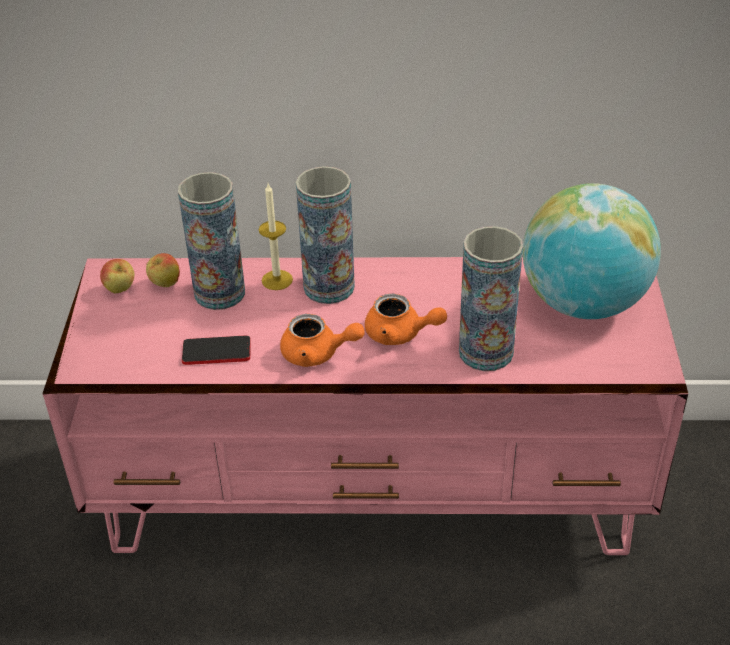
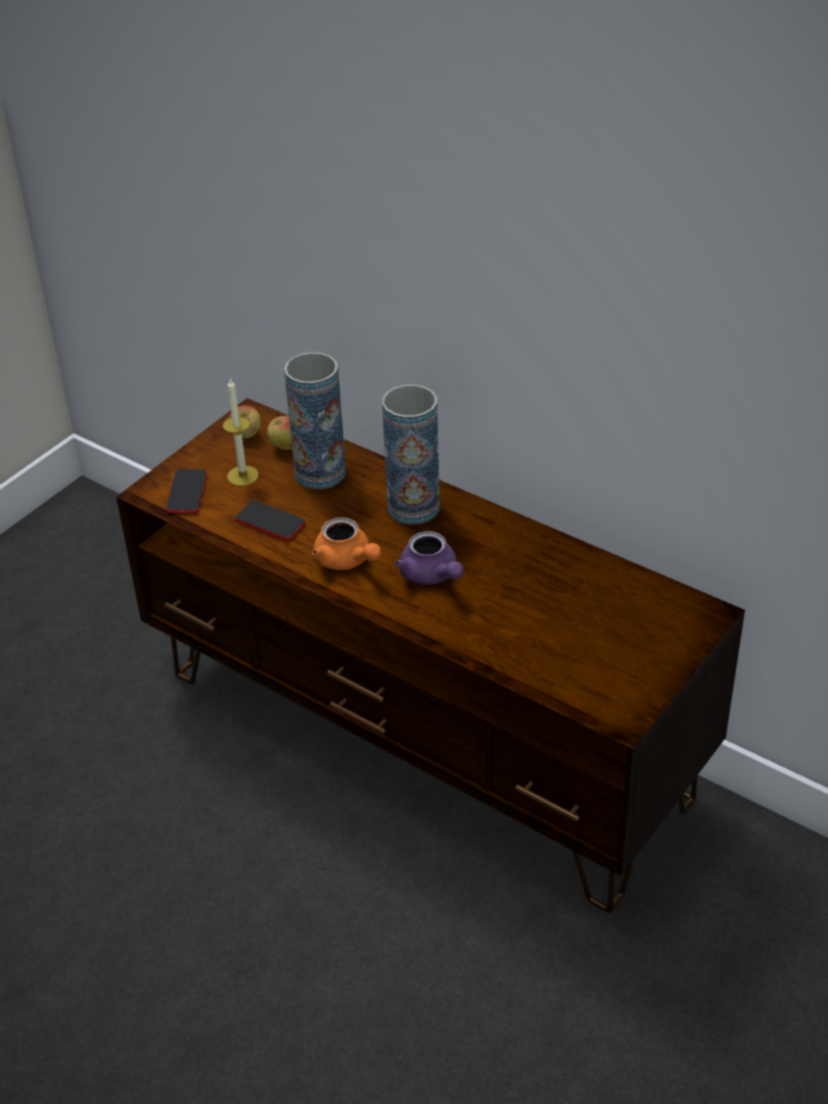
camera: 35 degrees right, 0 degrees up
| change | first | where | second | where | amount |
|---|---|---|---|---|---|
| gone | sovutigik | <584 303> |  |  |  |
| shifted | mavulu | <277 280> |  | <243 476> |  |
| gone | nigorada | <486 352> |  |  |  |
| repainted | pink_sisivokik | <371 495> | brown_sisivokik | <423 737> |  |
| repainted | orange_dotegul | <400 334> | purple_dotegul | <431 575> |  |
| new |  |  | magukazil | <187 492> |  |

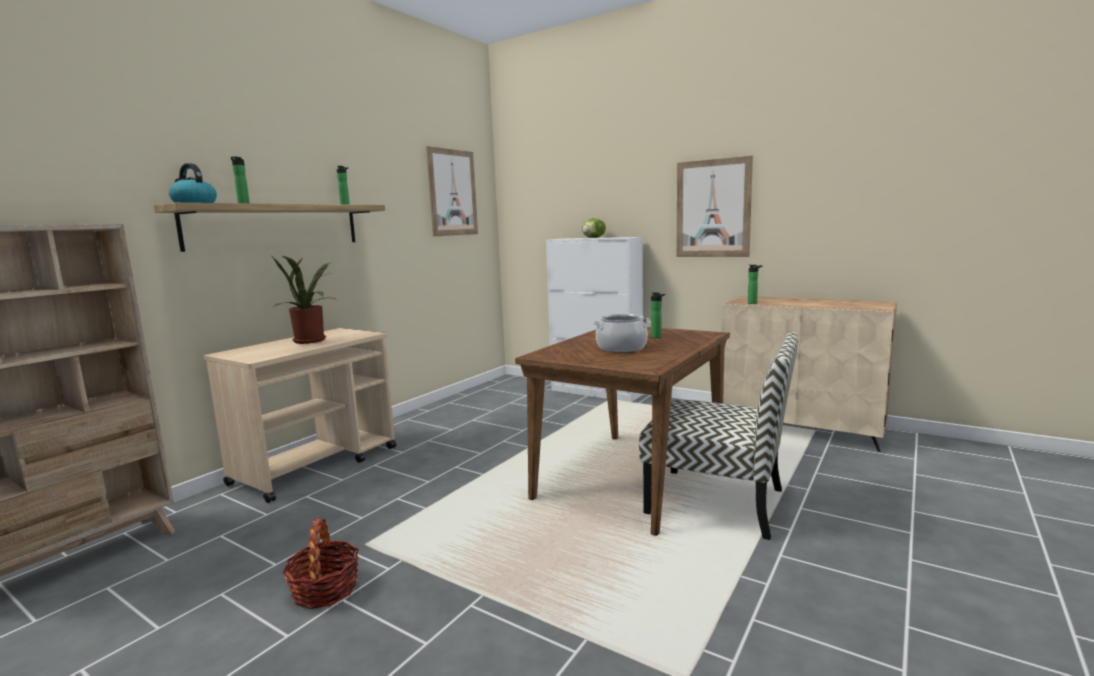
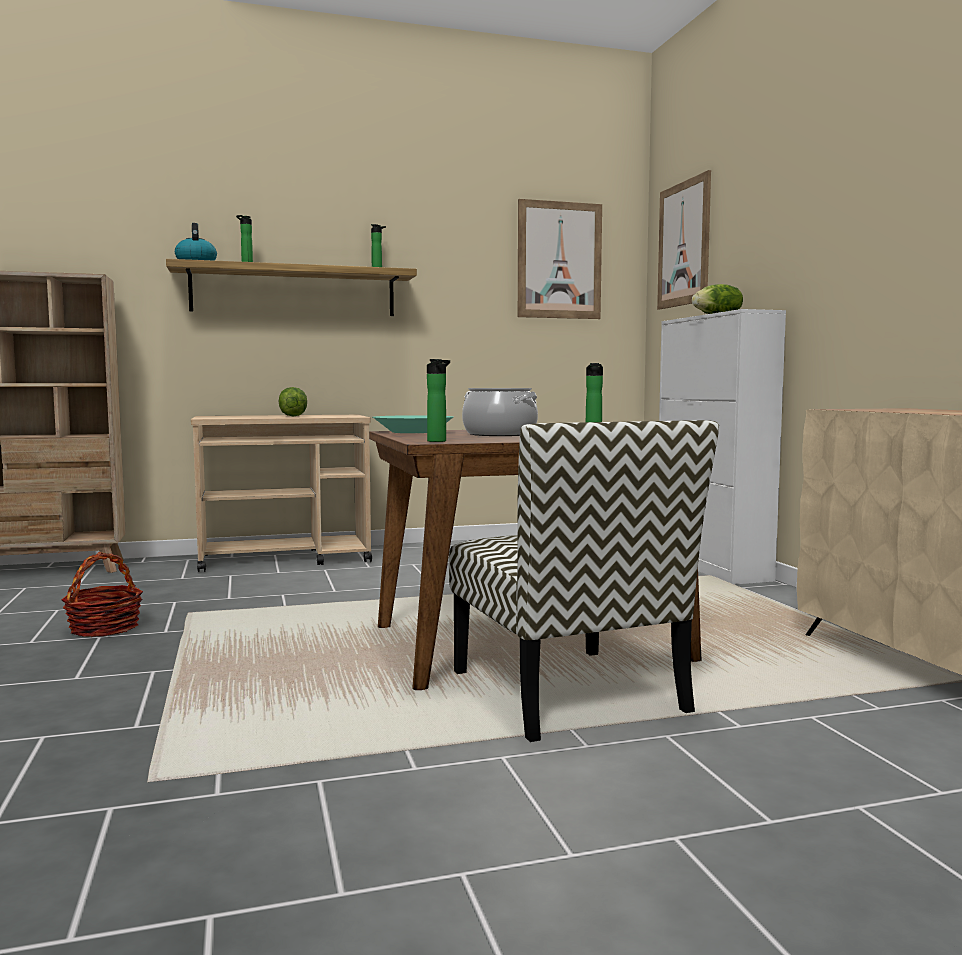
camera: 40 degrees right, 5 degrees down
| change | first | where | second | where | amount |
|---|---|---|---|---|---|
| shifted | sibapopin | <713 208> |  | <683 244> |  |
| swapped | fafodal | <312 341> | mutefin | <292 416> |  |
| shifted | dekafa | <754 303> |  | <438 441> |  |
| new |  |  | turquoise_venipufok | <413 432> |  |

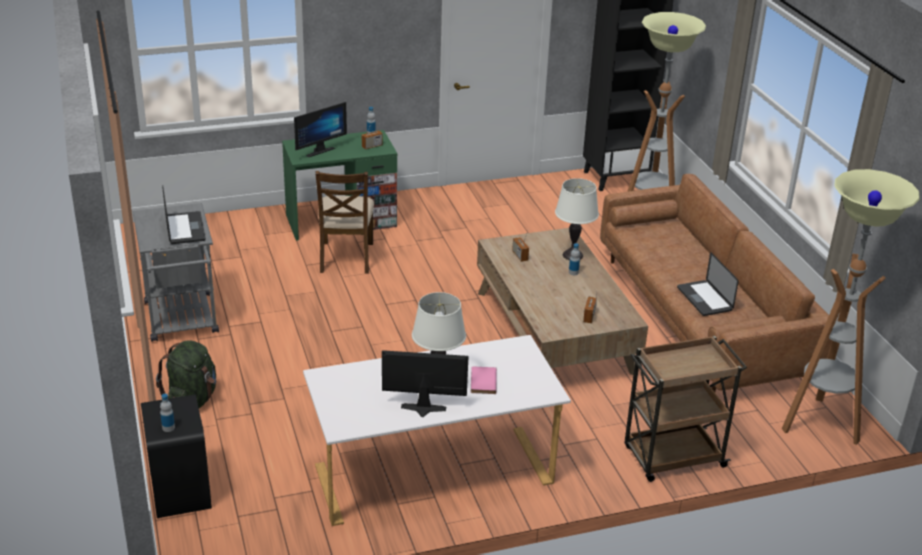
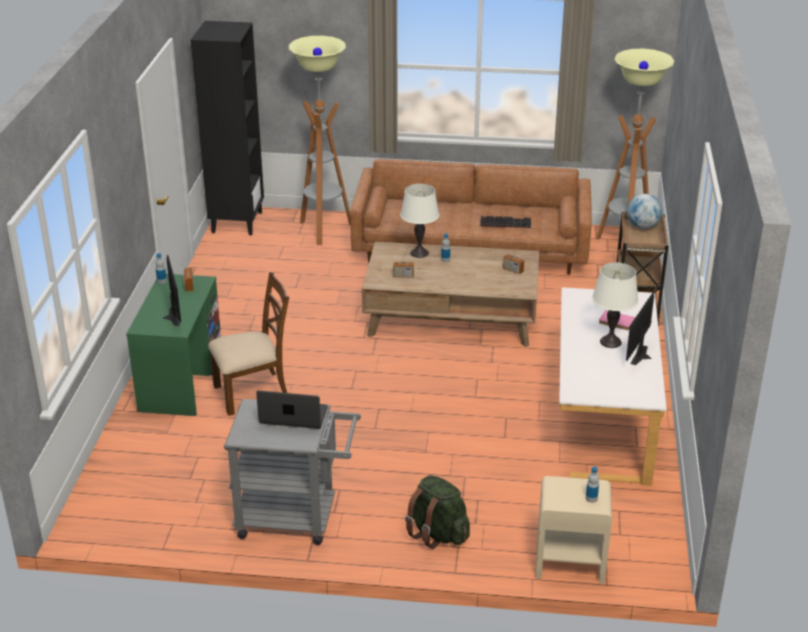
camera: 65 degrees left, 0 degrees up
| change | first | where | second | where | amount |
|---|---|---|---|---|---|
| rotated | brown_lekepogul | <345 257> |  | <253 392> | 45 degrees counterclockwise |
| swapped | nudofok | <704 299> | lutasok | <506 223> |  |
| repainted | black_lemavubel | <180 489> | beige_lemavubel | <569 562> |  |
| new |  |  | sovutigik | <642 227> |  |

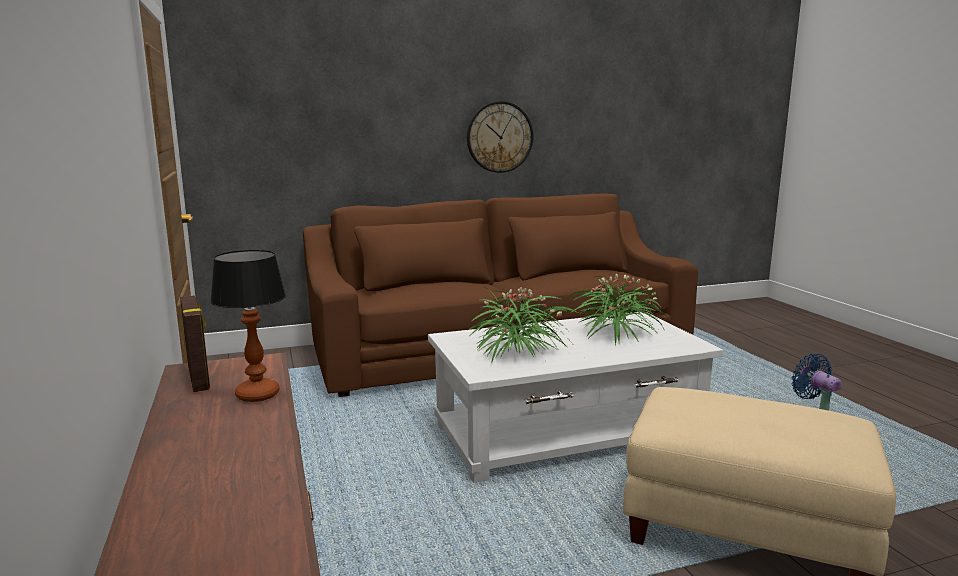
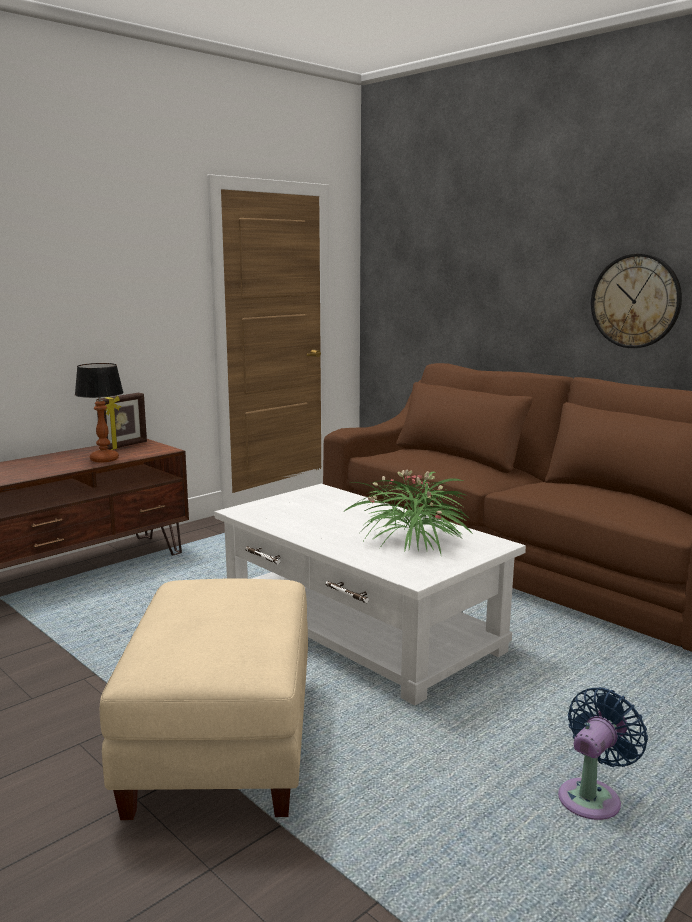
camera: 65 degrees right, 0 degrees up
| change | first | where | second | where | amount |
|---|---|---|---|---|---|
| gone | fafodal | <517 351> |  |  |  |

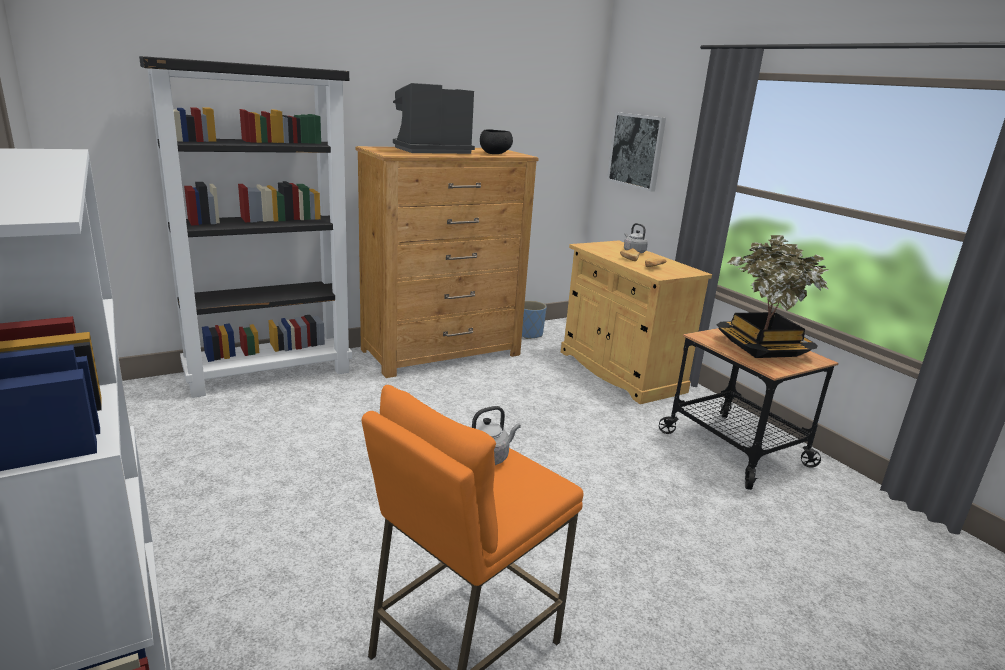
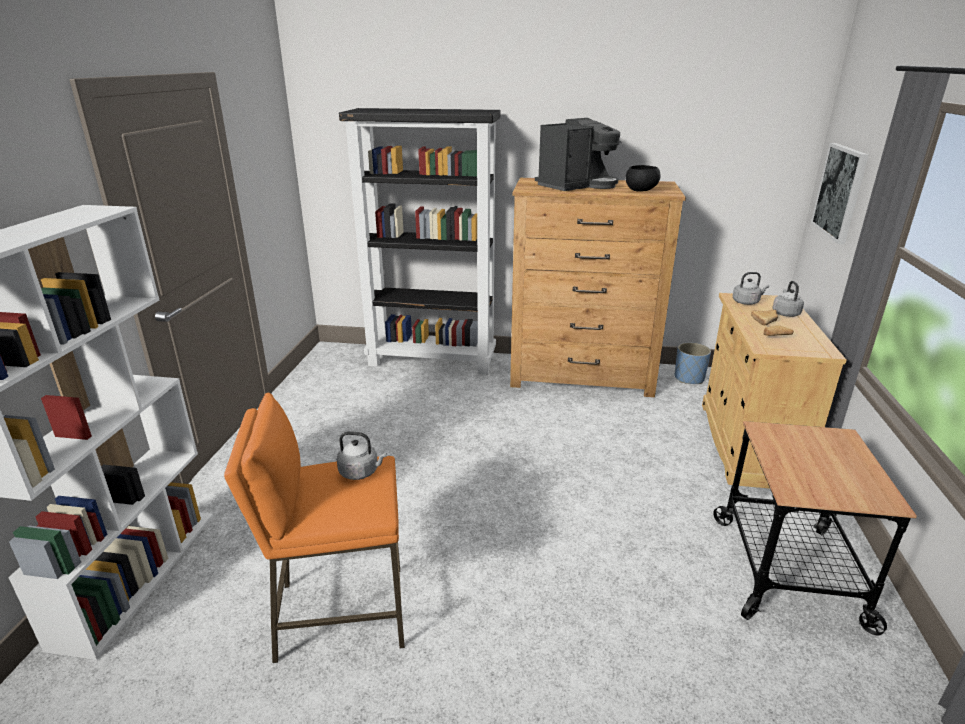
camera: 40 degrees right, 5 degrees up
| change | first | where | second | where | amount |
|---|---|---|---|---|---|
| rotated | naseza | <430 151> |  | <577 185> | 135 degrees clockwise |
| gone | fafodal | <761 348> |  |  |  |
| new |  |  | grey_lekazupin | <746 302> |  |

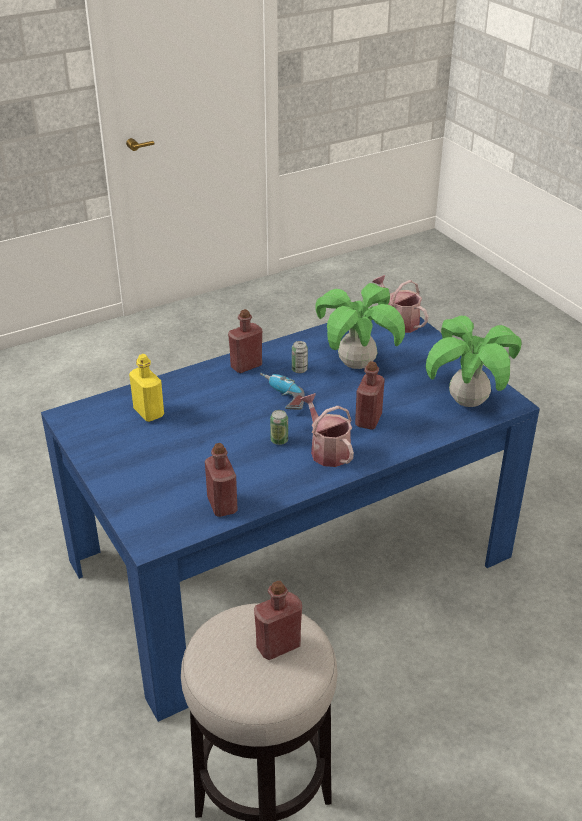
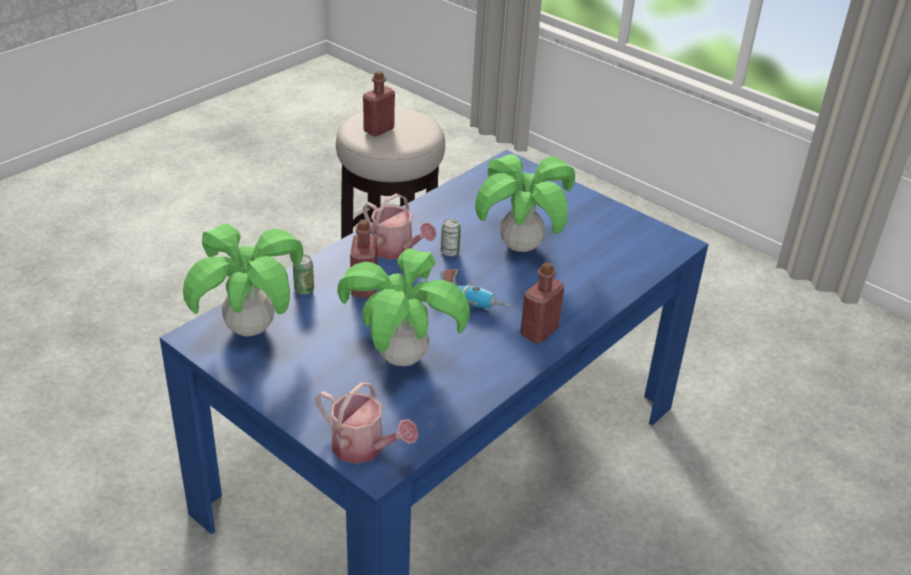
camera: 160 degrees right, 0 degrees up
| change | first | where | second | where | amount |
|---|---|---|---|---|---|
| shifted | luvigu | <299 370> |  | <304 290> |  |
| gone | yellow_dekafa | <149 412> |  |  |  |
| gone | red_dekafa | <222 505> |  |  |  |
| new |  |  | fafodal | <520 246> |  |

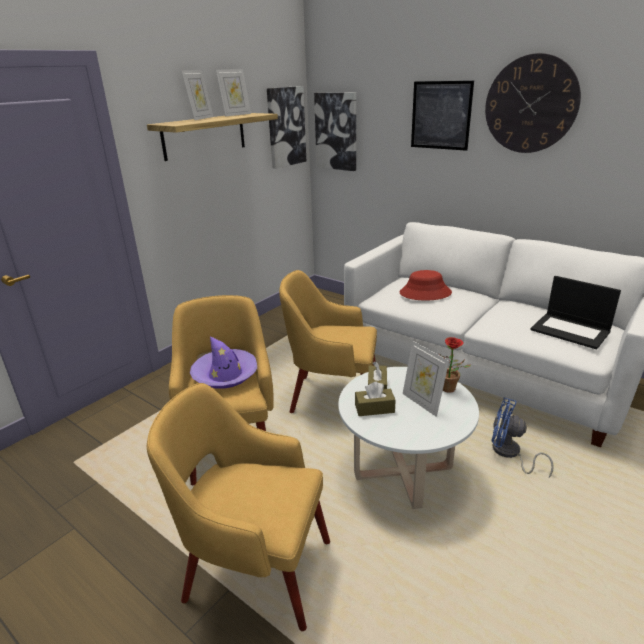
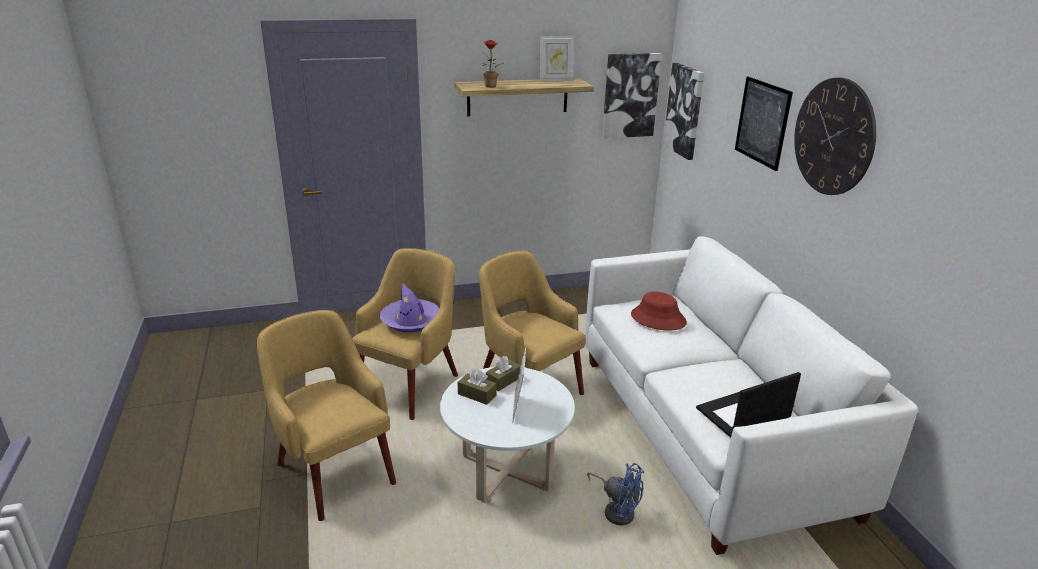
camera: 35 degrees right, 0 degrees up
| change | first | where | second | where | amount |
|---|---|---|---|---|---|
| gone | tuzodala | <201 118> |  |  |  |
| rotated | nudofok | <571 331> |  | <742 414> | 75 degrees clockwise |
| shifted | fafodal | <451 389> |  | <491 87> |  |
| rotated | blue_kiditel | <509 454> |  | <617 510> | 150 degrees clockwise |

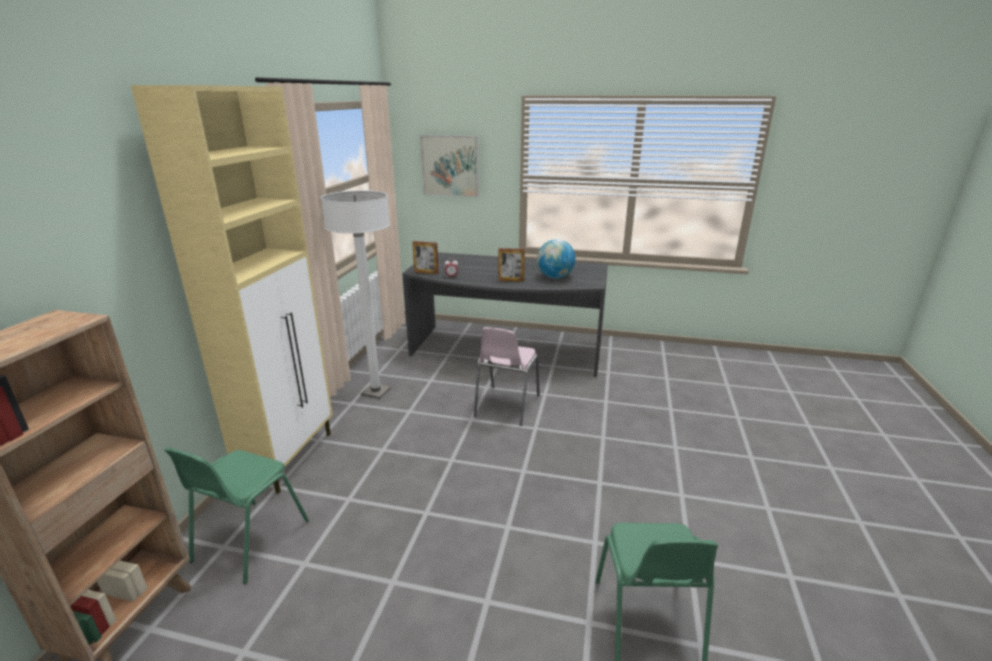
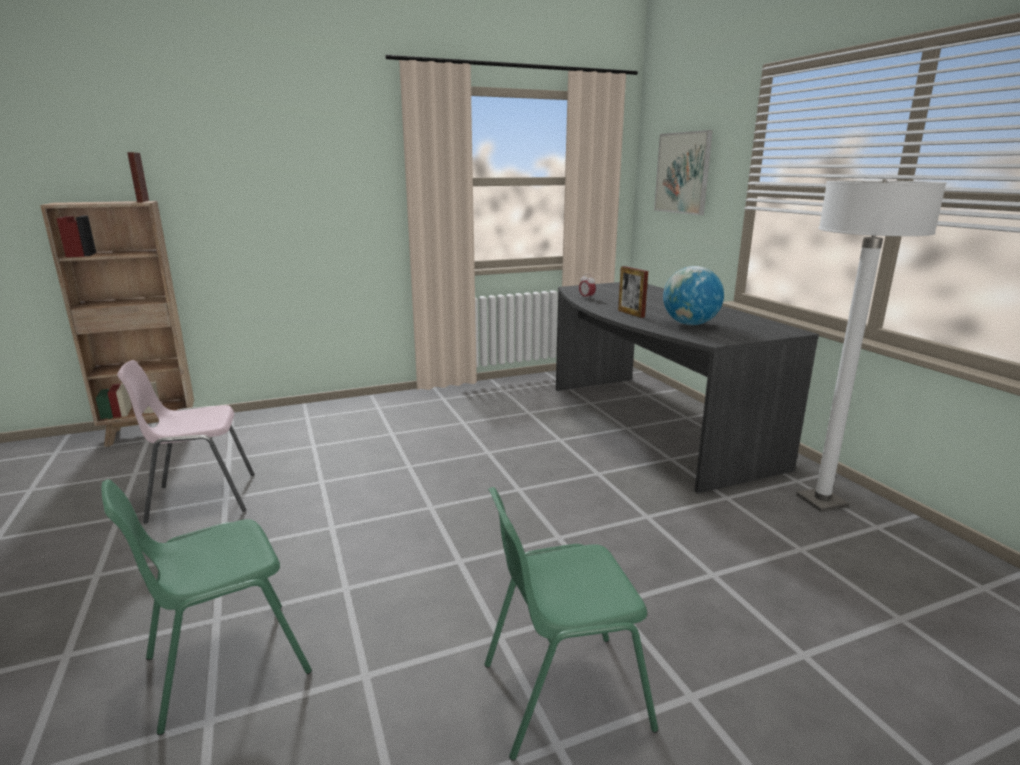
camera: 55 degrees right, 5 degrees down
| change | first | where | second | where | amount |
|---|---|---|---|---|---|
| gone | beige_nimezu | <290 457> |  |  |  |
| shifted | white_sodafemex | <376 392> |  | <821 501> |  |
| shifted | tuzodala | <426 272> |  | <143 201> |  |
| shifted | pink_lekepogul | <506 406> |  | <201 498> |  |
| shifted | green_lekepogul | <249 541> |  | <562 694> |  |

